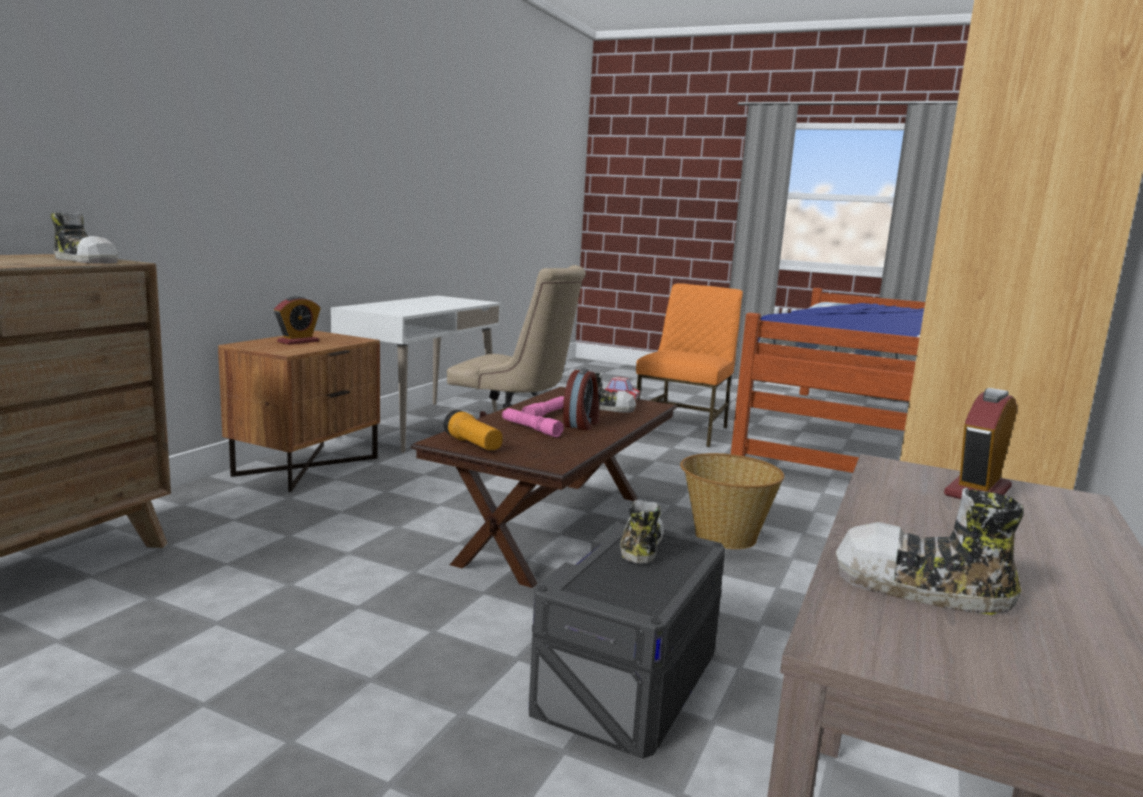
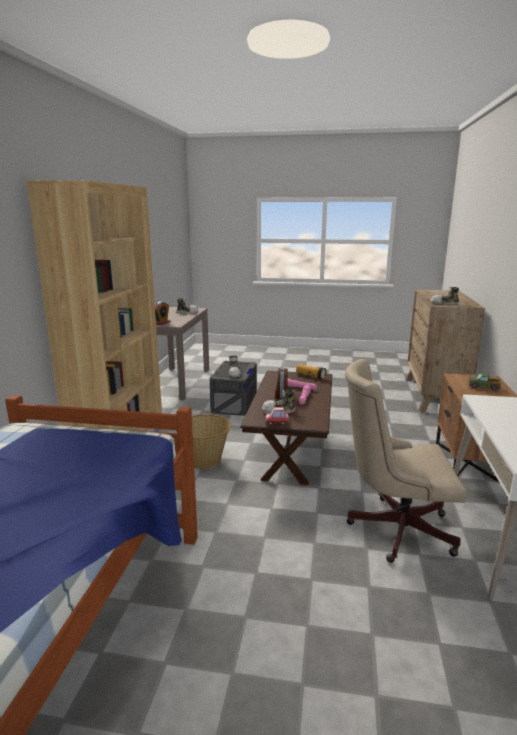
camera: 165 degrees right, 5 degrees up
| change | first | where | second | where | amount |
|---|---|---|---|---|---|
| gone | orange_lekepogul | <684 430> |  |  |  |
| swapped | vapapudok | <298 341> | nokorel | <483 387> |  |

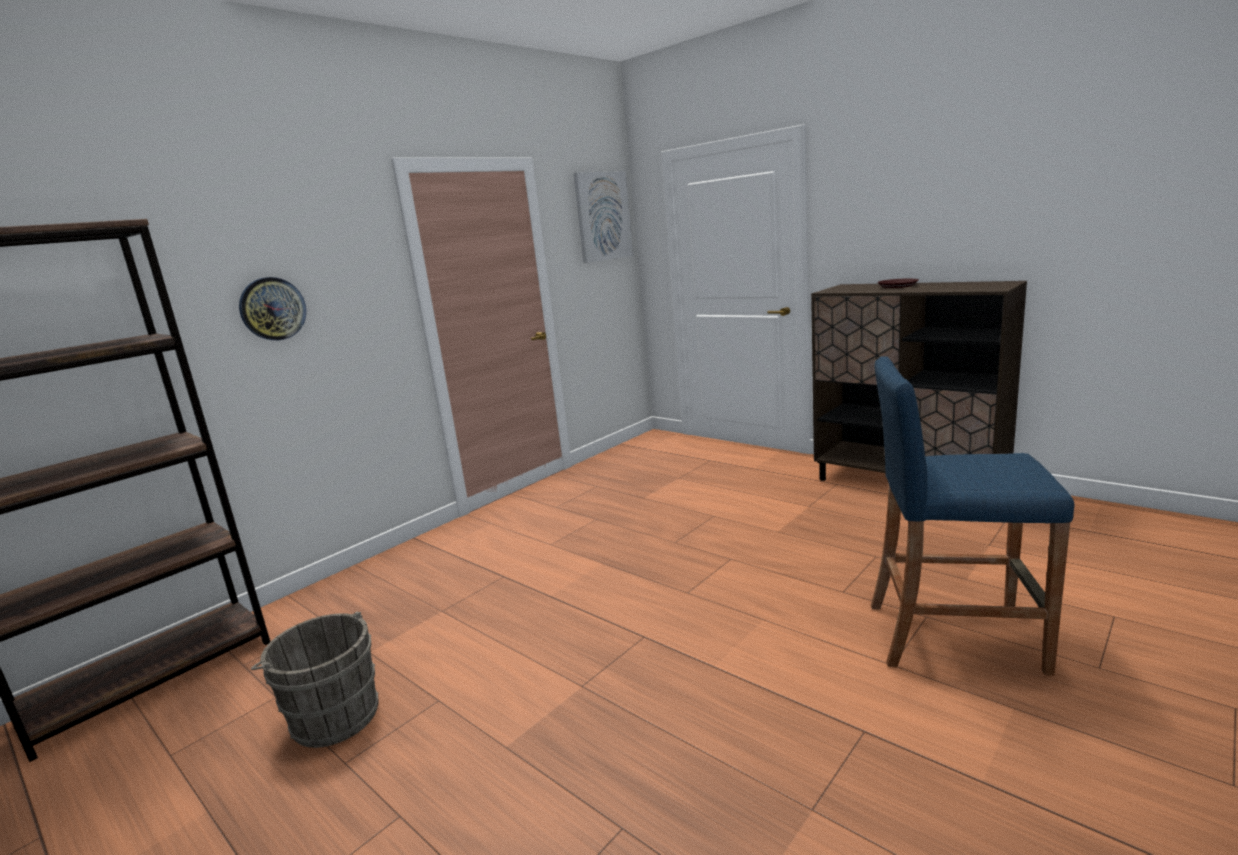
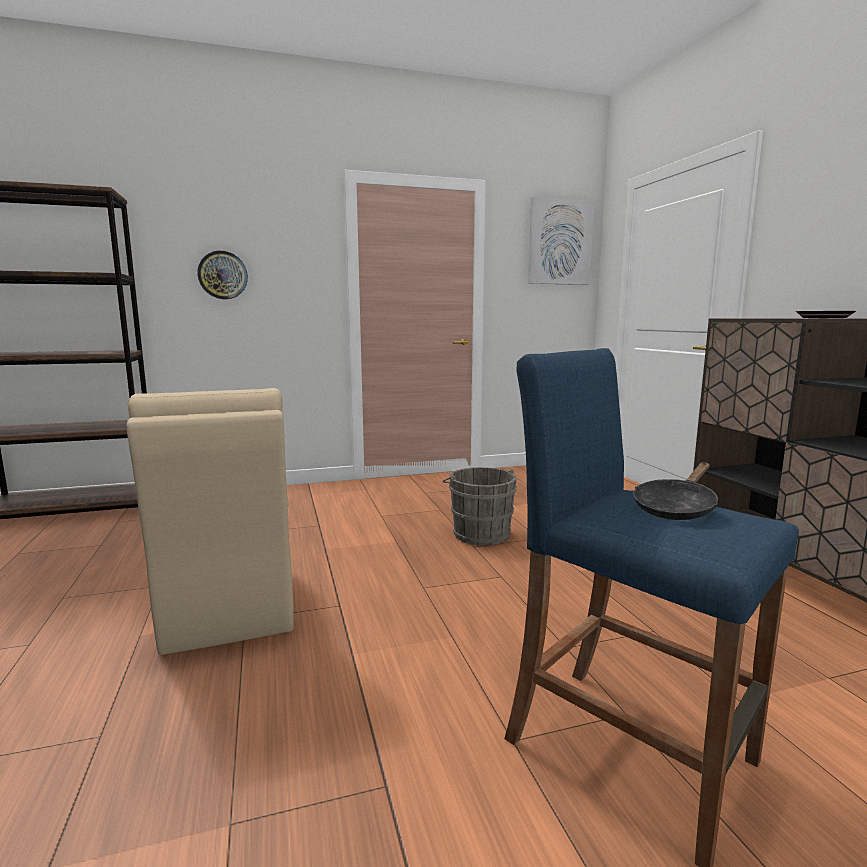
camera: 30 degrees right, 5 degrees down
| change | first | where | second | where | amount |
|---|---|---|---|---|---|
| shifted | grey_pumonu | <333 715> |  | <480 533> |  |
| new |  |  | beige_lekepogul | <228 607> |  |
| new |  |  | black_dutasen | <676 508> |  |

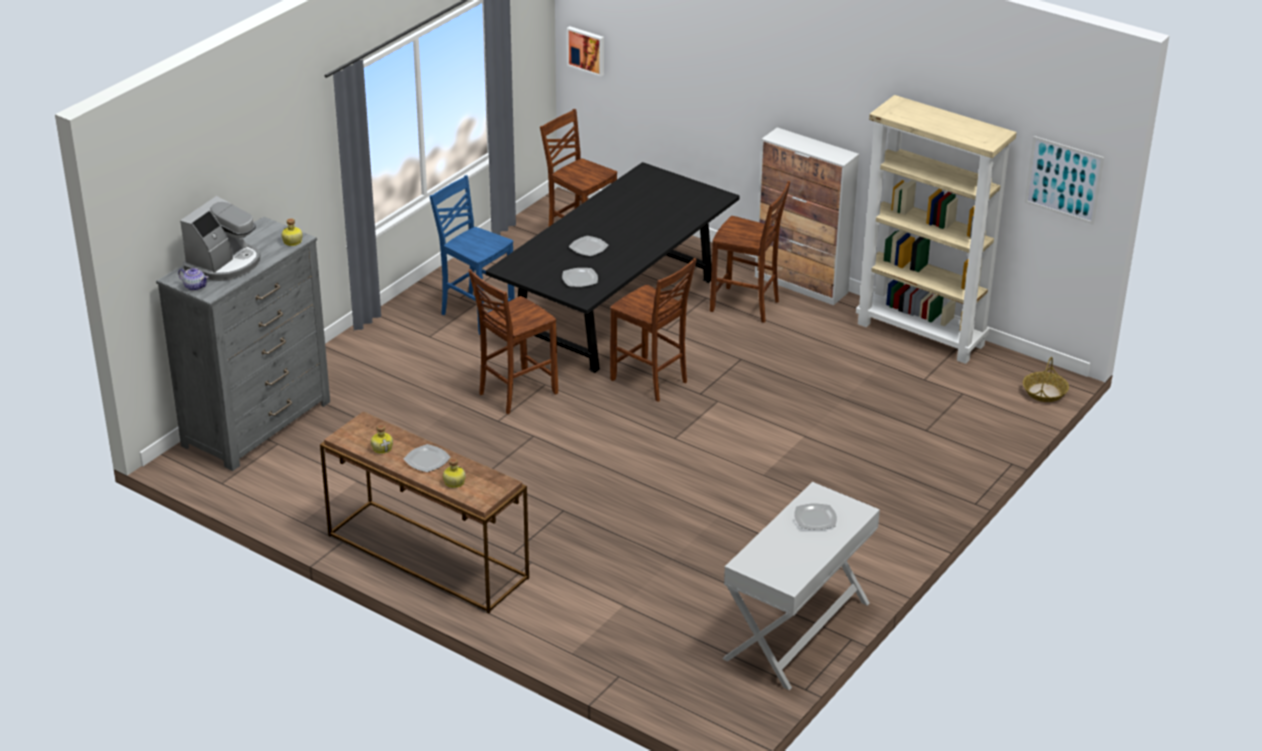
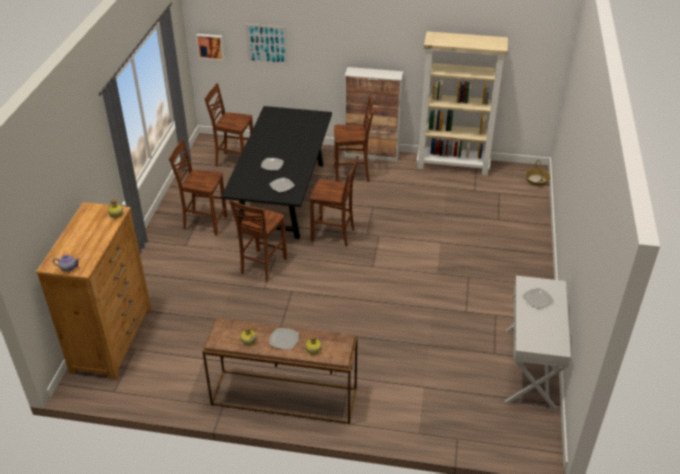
camera: 25 degrees left, 5 degrees up
| change | first | where | second | where | amount |
|---|---|---|---|---|---|
| shifted | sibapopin | <1063 180> |  | <267 44> |  |
| repainted | blue_lekepogul | <476 314> | brown_lekepogul | <204 223> |  |
| gone | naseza | <224 264> |  |  |  |
| repainted | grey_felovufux | <257 423> | brown_felovufux | <112 339> |  |

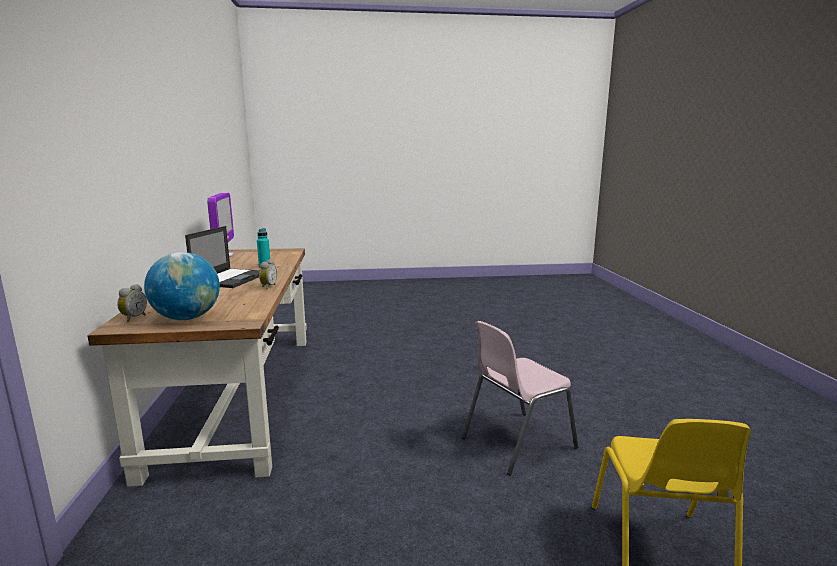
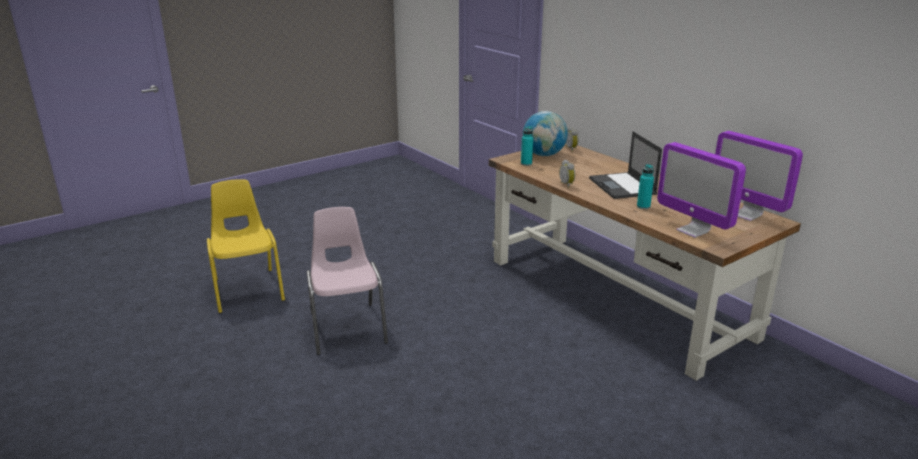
camera: 150 degrees right, 10 degrees up
| change | first | where | second | where | amount |
|---|---|---|---|---|---|
| rotated | pink_lekepogul | <516 442> |  | <347 327> | 45 degrees counterclockwise |
| new |  |  | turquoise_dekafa | <526 163> |  |
| new |  |  | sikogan | <693 231> |  |

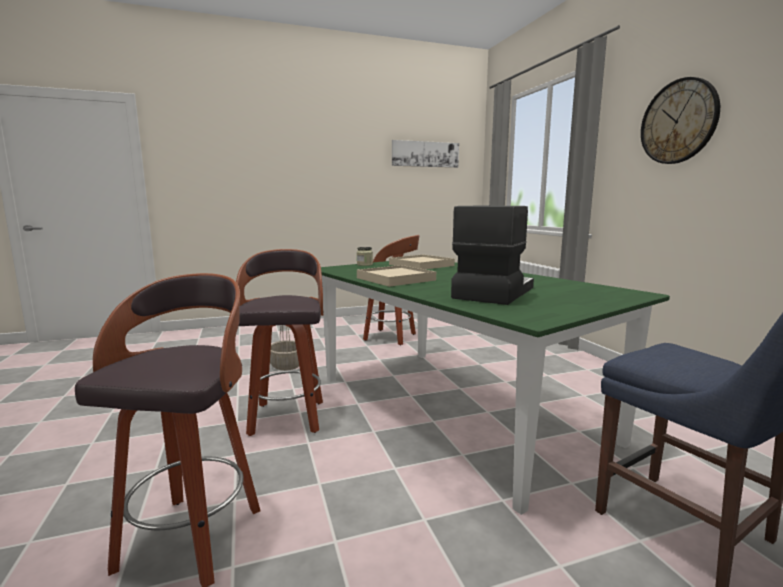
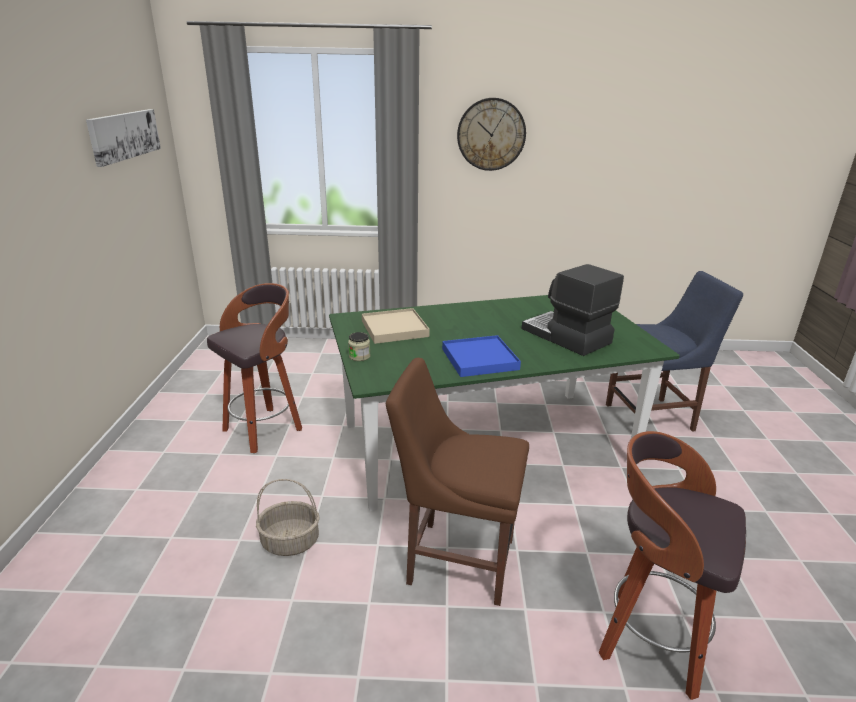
camera: 70 degrees left, 15 degrees up
| change | first | where | second | where | amount |
|---|---|---|---|---|---|
| swapped | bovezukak | <287 417> | brown_lekepogul | <455 559> |  |
| repainted | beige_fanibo | <395 279> | blue_fanibo | <479 359> |  |

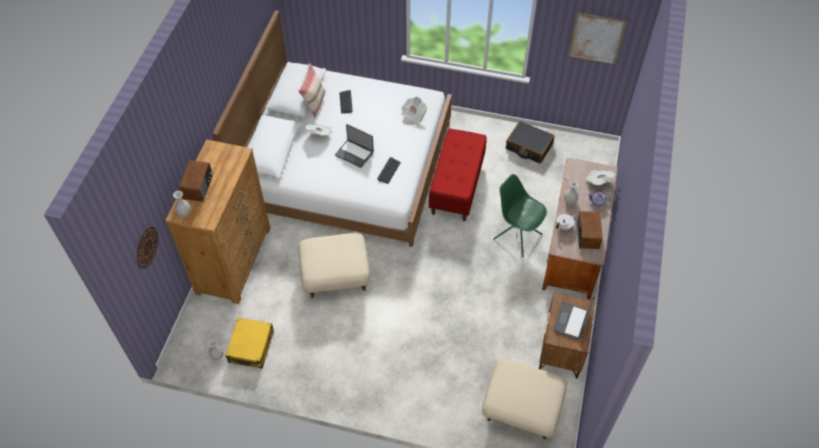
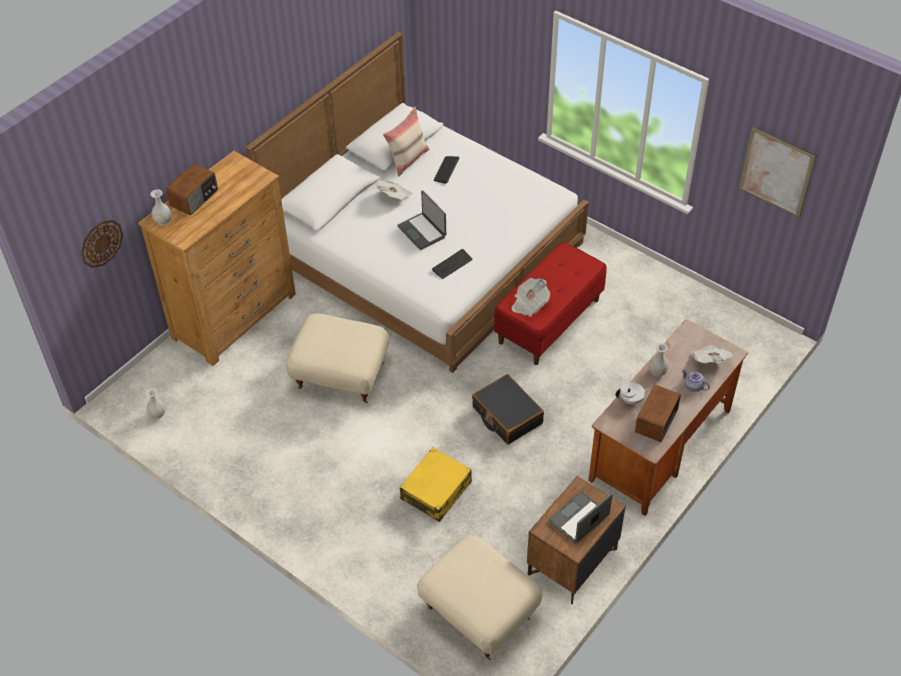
camera: 25 degrees right, 5 degrees down
| change | first | where | second | where | amount |
|---|---|---|---|---|---|
| shifted | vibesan | <413 117> |  | <529 304> |  |
| shifted | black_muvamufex | <528 147> |  | <507 415> |  |
| gone | green_lekepogul | <516 236> |  |  |  |
| shifted | yellow_muvamufex | <251 346> |  | <436 491> |  |

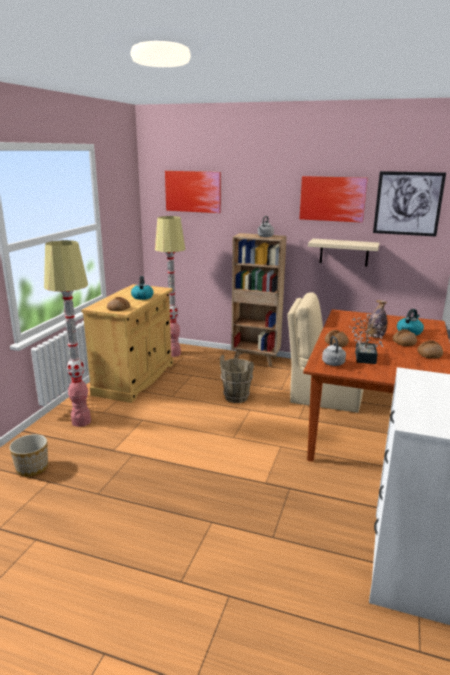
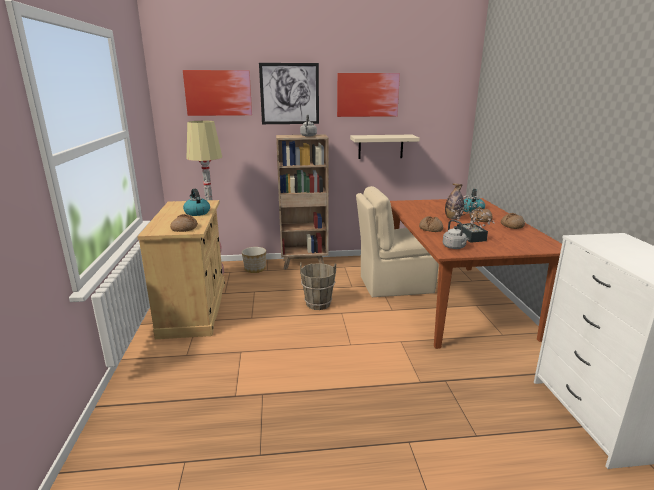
camera: 25 degrees left, 0 degrees up
| change | first | where | second | where | amount |
|---|---|---|---|---|---|
| shifted | sibapopin | <408 203> |  | <289 94> |  |
| gone | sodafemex | <81 421> |  |  |  |
| shifted | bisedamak | <31 468> |  | <254 269> |  |

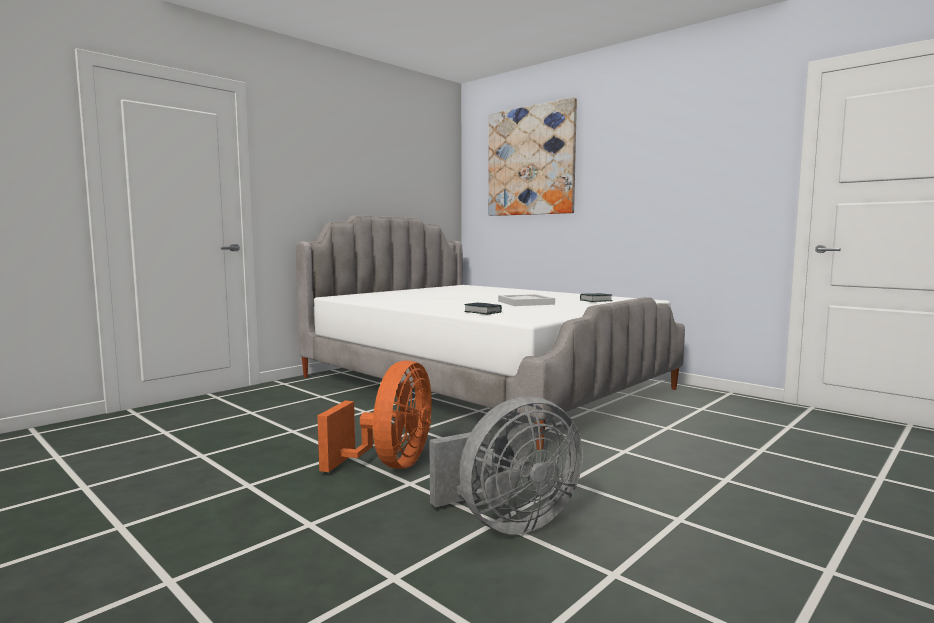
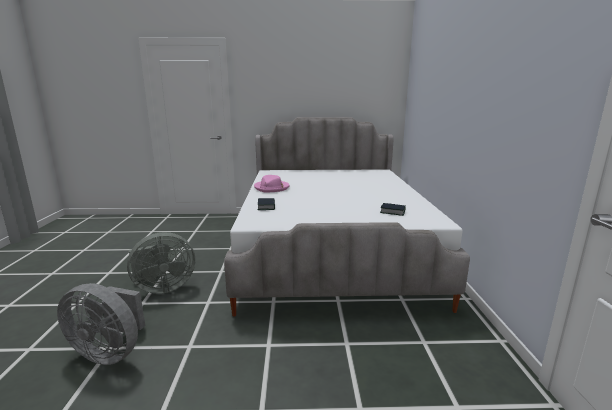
camera: 45 degrees right, 10 degrees up
| change | first | where | second | where | amount |
|---|---|---|---|---|---|
| gone | sibapopin | <530 161> |  |  |  |
| gone | white_fanibo | <525 303> |  |  |  |
| repainted | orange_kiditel | <390 464> | grey_kiditel | <162 287> |  |
| new |  |  | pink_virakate | <272 188> |  |

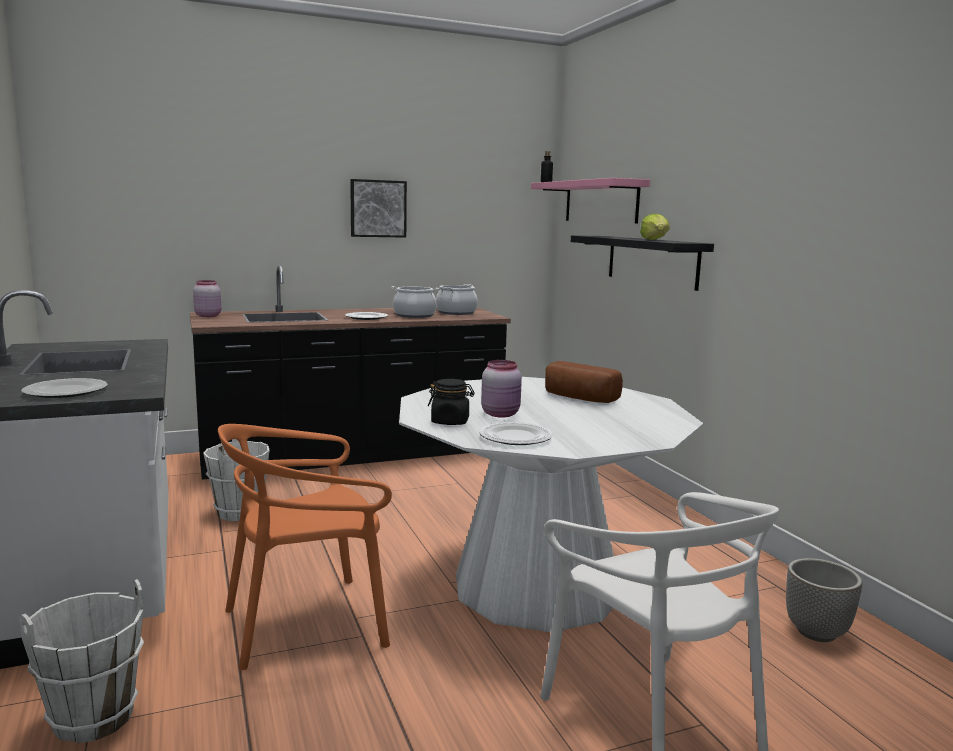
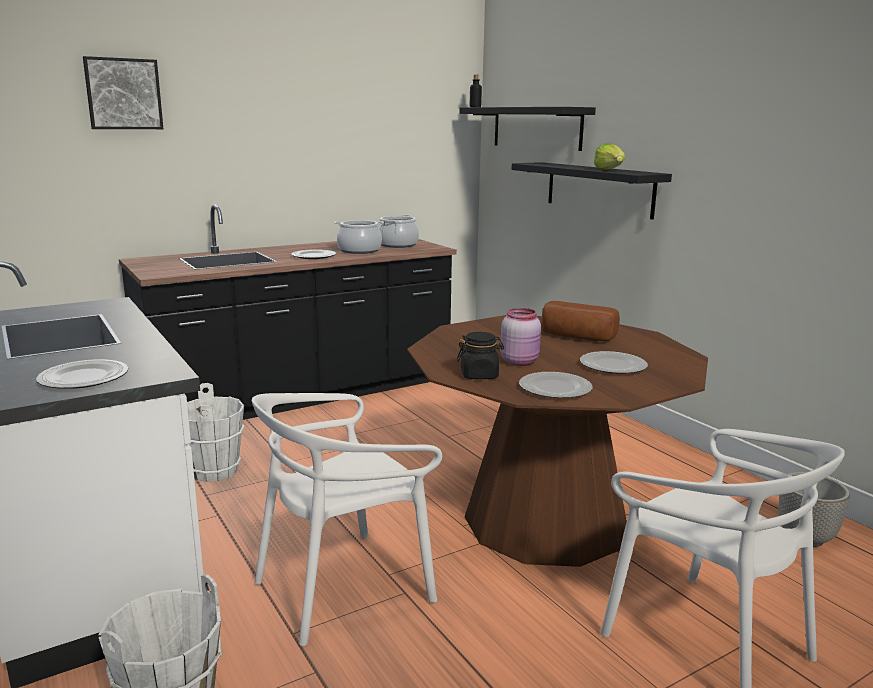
camera: 10 degrees left, 5 degrees up
| change | first | where | second | where | amount |
|---|---|---|---|---|---|
| repainted | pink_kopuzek | <600 202> | black_kopuzek | <536 128> |  |
| shifted | sibapopin | <378 208> |  | <123 94> |  |
| gone | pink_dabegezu | <208 316> |  |  |  |
| repainted | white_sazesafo | <536 586> | brown_sazesafo | <545 520> |  |
| repainted | orange_lekepogul | <306 624> | white_lekepogul | <343 587> |  |
| new |  |  | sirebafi | <613 365> |  |

